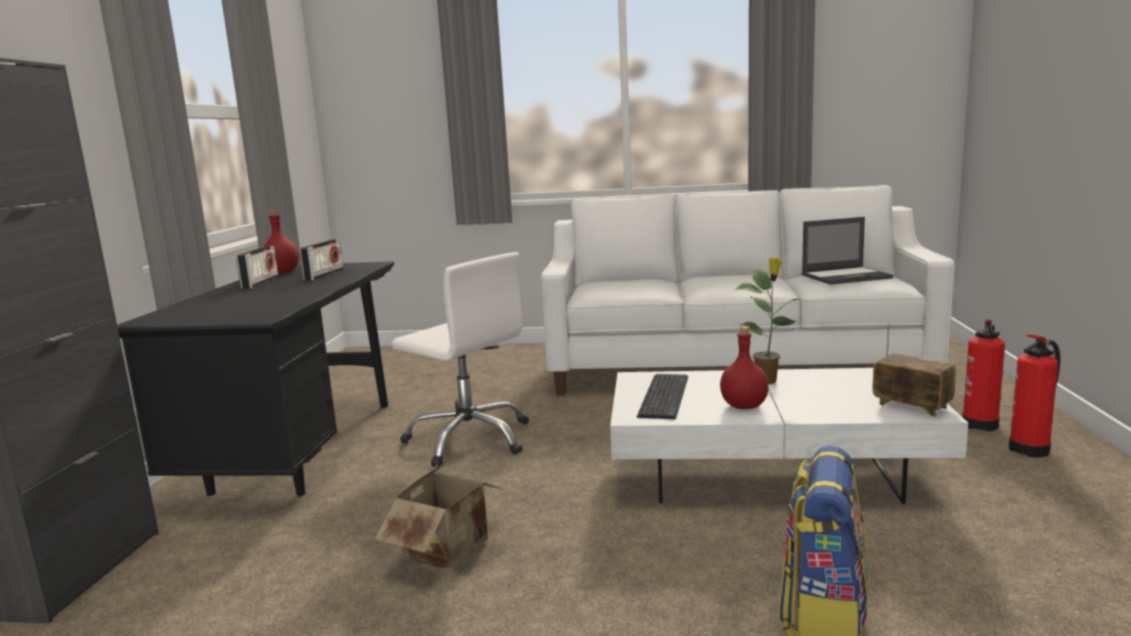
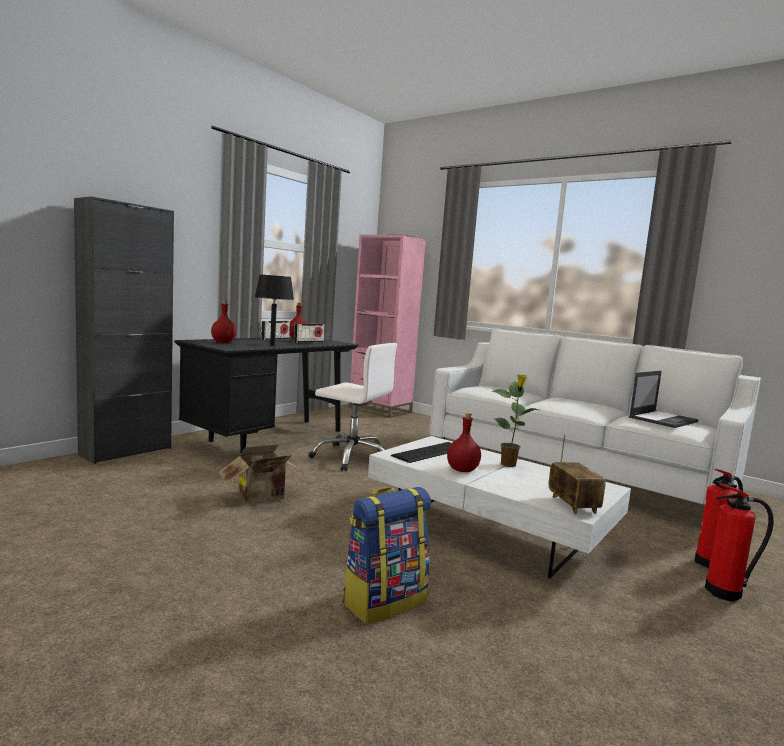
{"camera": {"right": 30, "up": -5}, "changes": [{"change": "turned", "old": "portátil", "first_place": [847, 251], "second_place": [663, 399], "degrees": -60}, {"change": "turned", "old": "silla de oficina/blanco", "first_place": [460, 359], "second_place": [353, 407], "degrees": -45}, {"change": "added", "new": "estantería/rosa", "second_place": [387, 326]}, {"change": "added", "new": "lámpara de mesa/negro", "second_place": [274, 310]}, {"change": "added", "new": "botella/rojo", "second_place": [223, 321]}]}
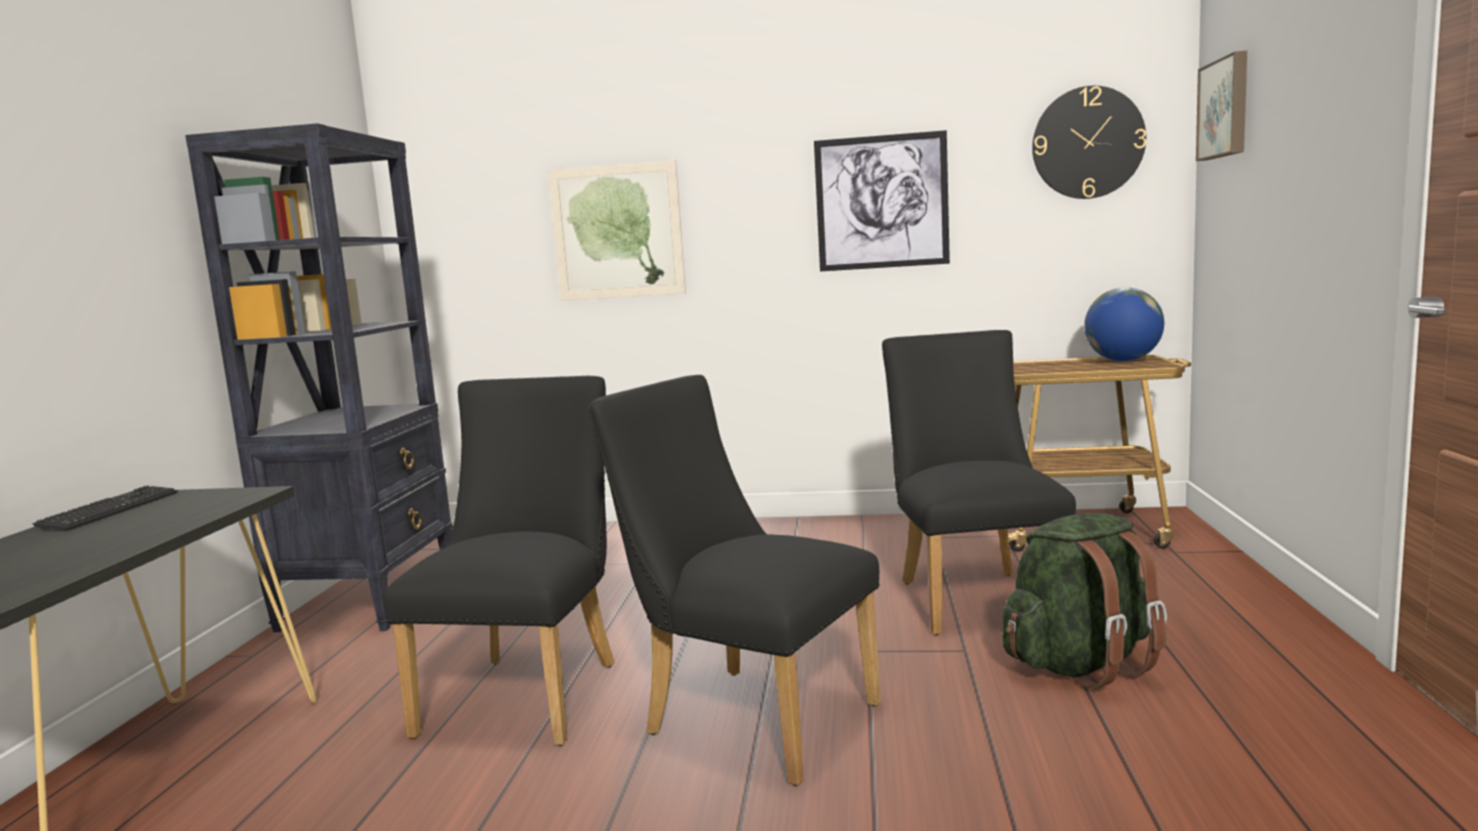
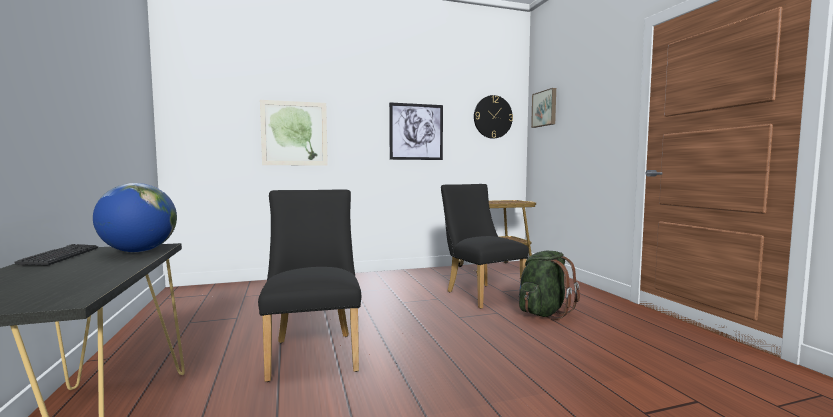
{"camera": {"right": -25, "up": -5}, "changes": [{"change": "removed", "old": "estantería/negro", "first_place": [319, 377]}, {"change": "moved", "old": "globo terráqueo", "first_place": [1124, 324], "second_place": [135, 217]}, {"change": "removed", "old": "silla/negro", "first_place": [734, 580]}]}
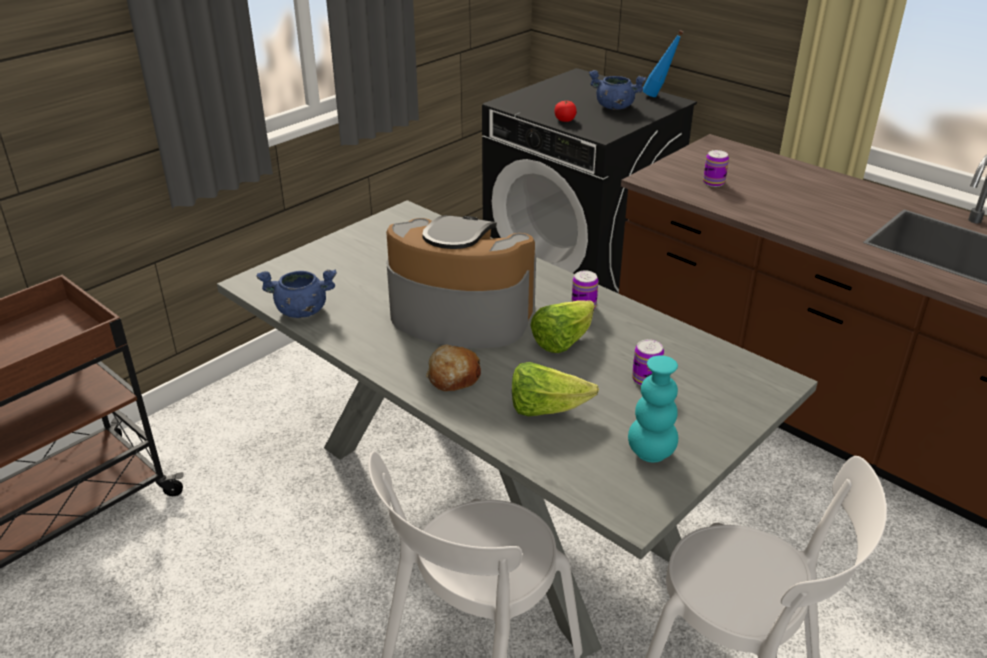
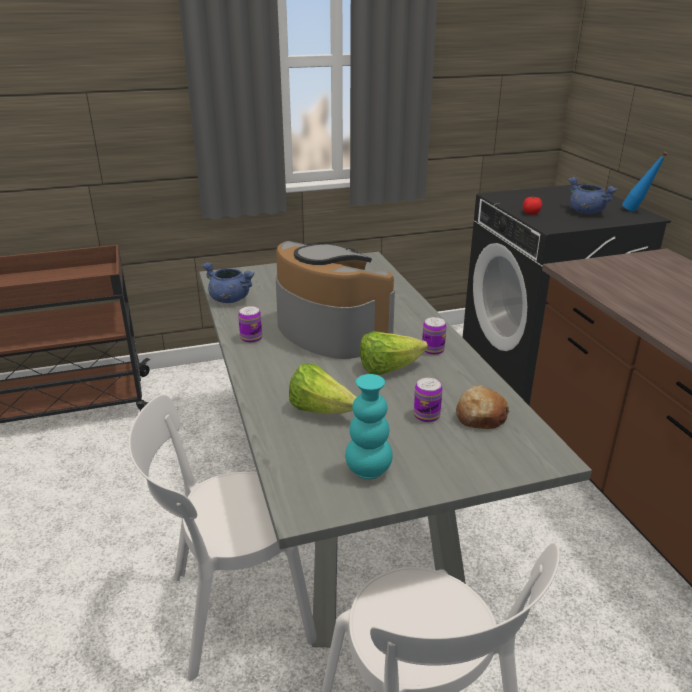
{"camera": {"right": 30, "up": -5}, "changes": [{"change": "moved", "old": "lata", "first_place": [716, 168], "second_place": [250, 324]}, {"change": "moved", "old": "pan", "first_place": [453, 367], "second_place": [483, 407]}]}
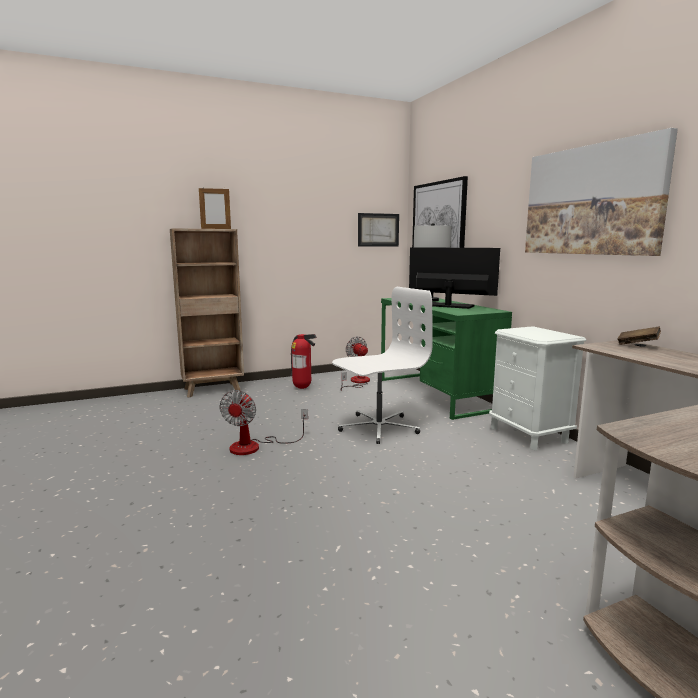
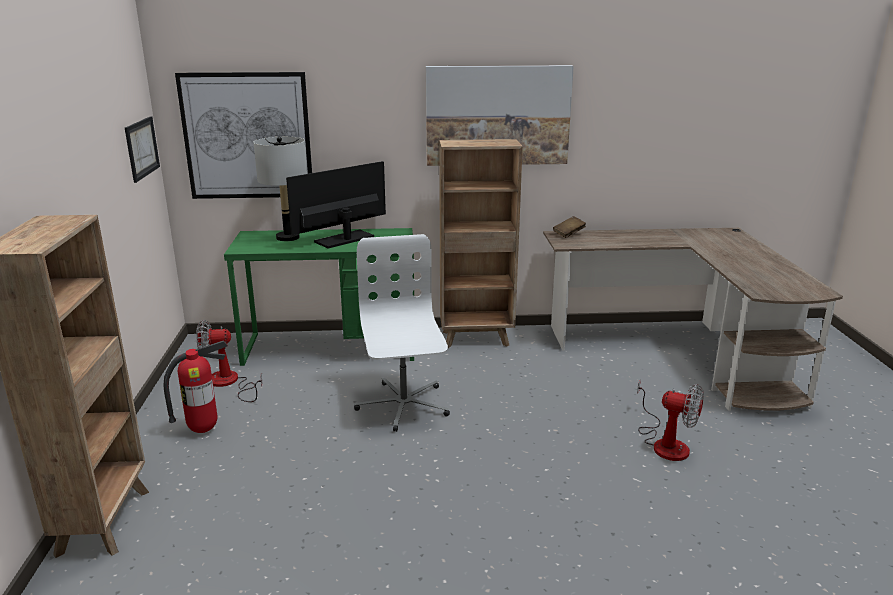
{"camera": {"right": -70, "up": 10}, "changes": [{"change": "removed", "old": "portarretratos", "first_place": [215, 208]}, {"change": "replaced", "old": "mesita de noche/blanco", "new": "estantería/marrón", "first_place": [537, 388], "second_place": [481, 243]}, {"change": "moved", "old": "ventilador", "first_place": [263, 422], "second_place": [670, 420]}]}
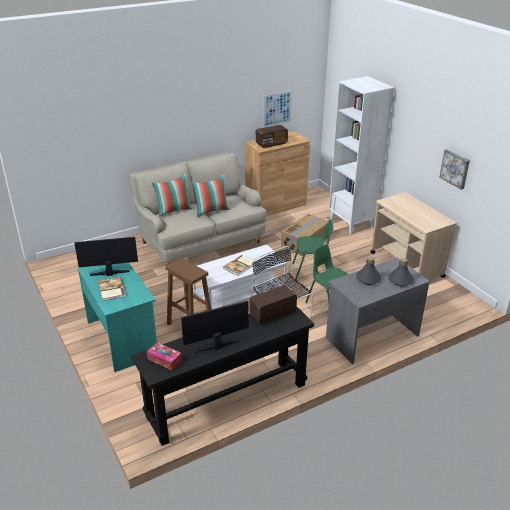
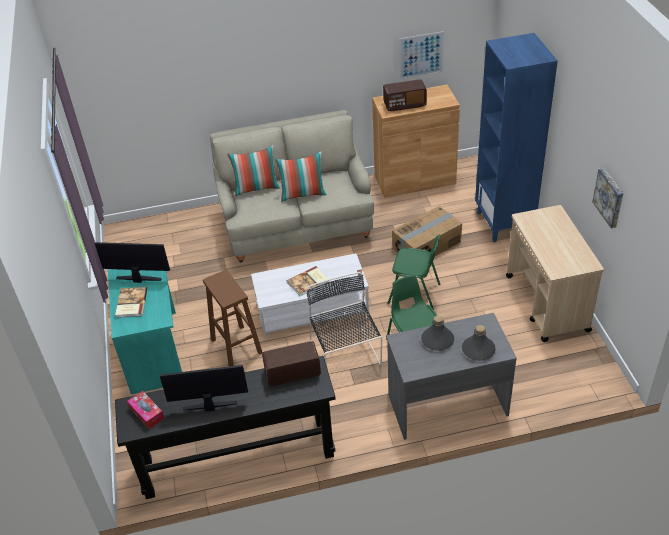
{"camera": {"right": 20, "up": 10}, "changes": [{"change": "recoloured", "old": "estantería/blanco", "new": "estantería/azul", "first_place": [361, 155], "second_place": [516, 137]}]}
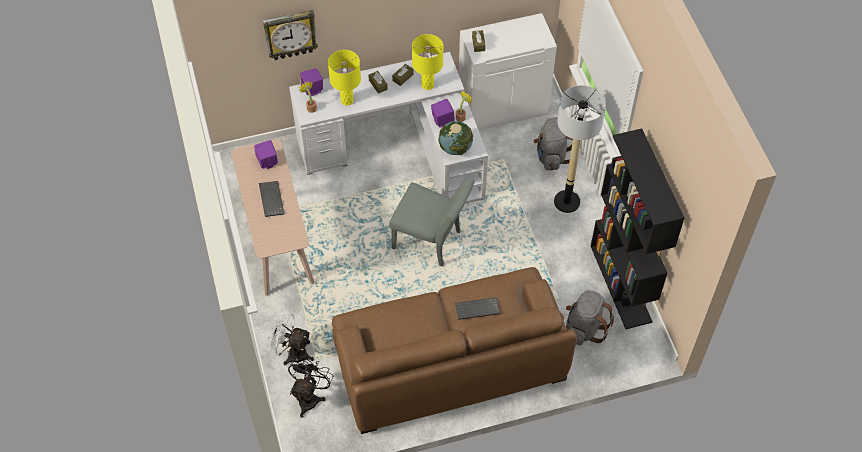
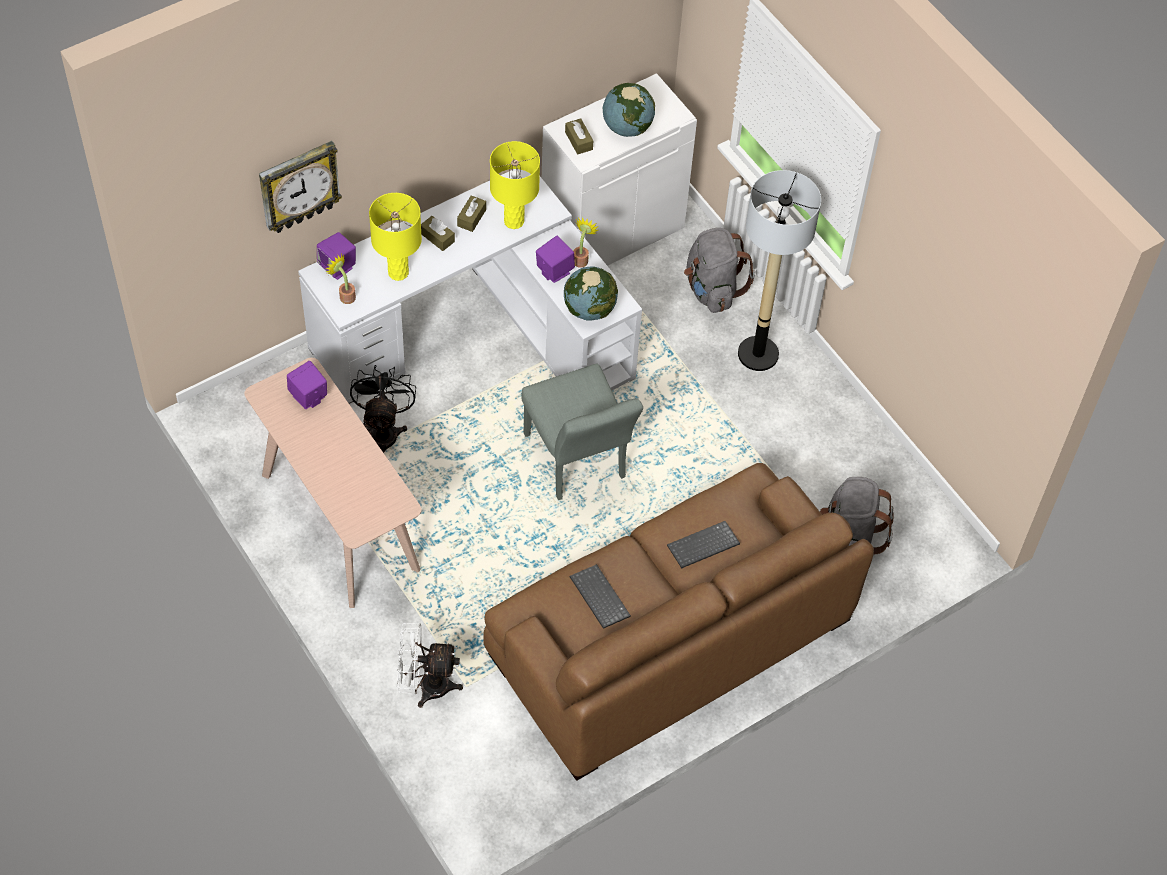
{"camera": {"right": -20, "up": 0}, "changes": [{"change": "removed", "old": "estantería/negro", "first_place": [638, 228]}, {"change": "turned", "old": "silla/gris", "first_place": [432, 222], "second_place": [582, 431], "degrees": 60}, {"change": "moved", "old": "teclado", "first_place": [271, 199], "second_place": [600, 596]}, {"change": "moved", "old": "ventilador/negro", "first_place": [310, 387], "second_place": [383, 409]}, {"change": "added", "new": "globo terráqueo", "second_place": [629, 110]}]}
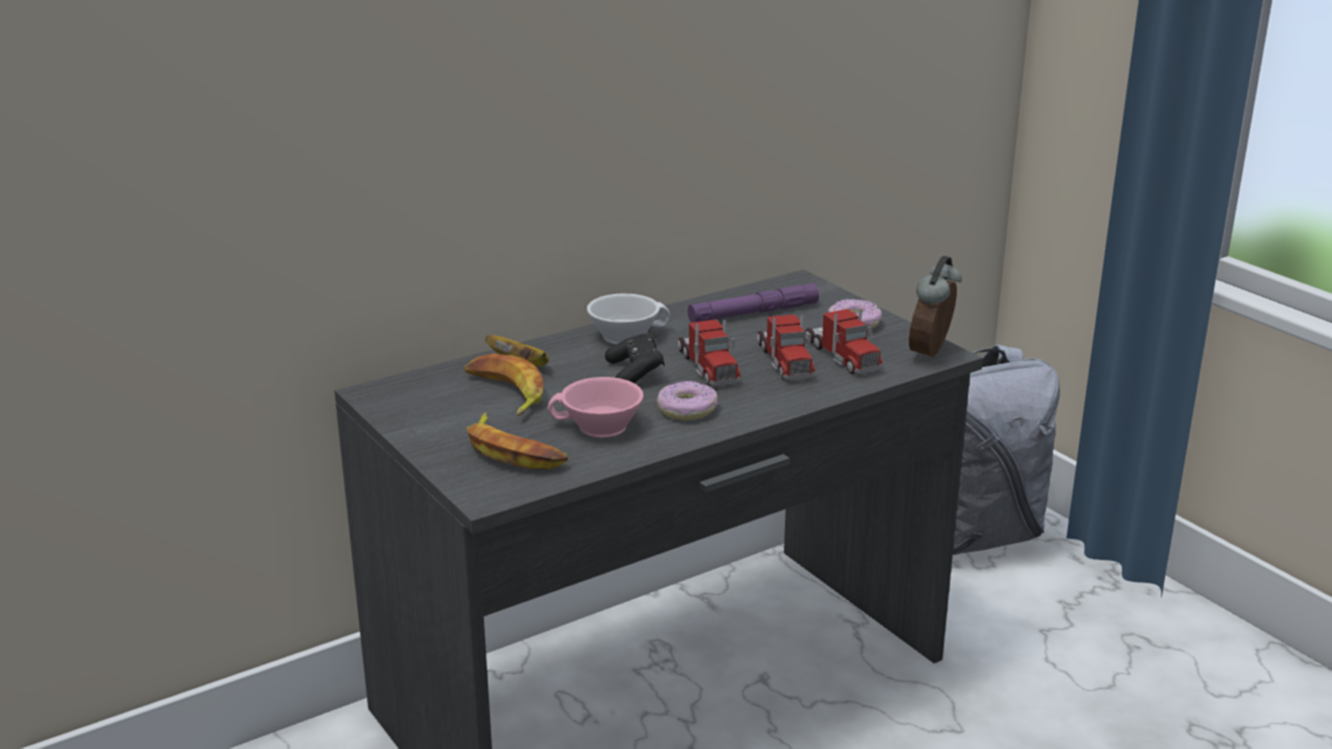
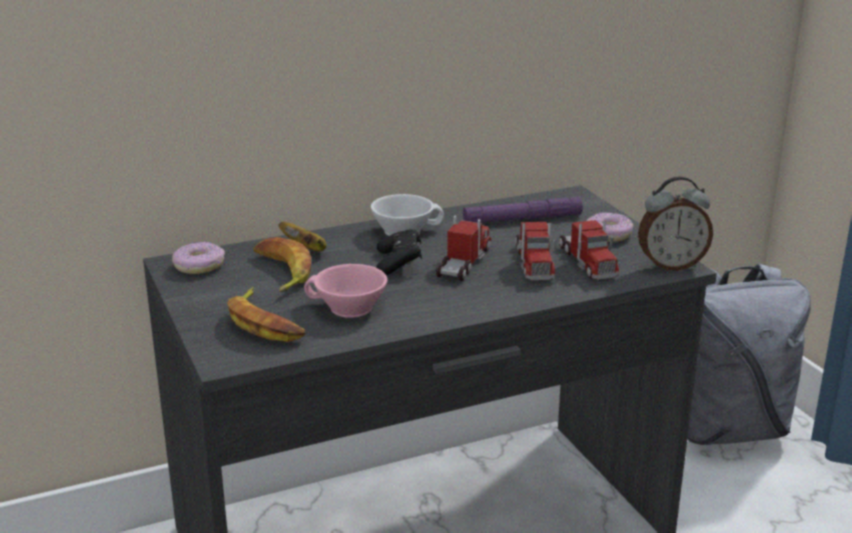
{"camera": {"right": 10, "up": 0}, "changes": [{"change": "turned", "old": "despertador", "first_place": [935, 308], "second_place": [675, 223], "degrees": -135}, {"change": "turned", "old": "camión de juguete", "first_place": [709, 353], "second_place": [463, 248], "degrees": -150}, {"change": "moved", "old": "rosquilla", "first_place": [687, 400], "second_place": [198, 258]}]}
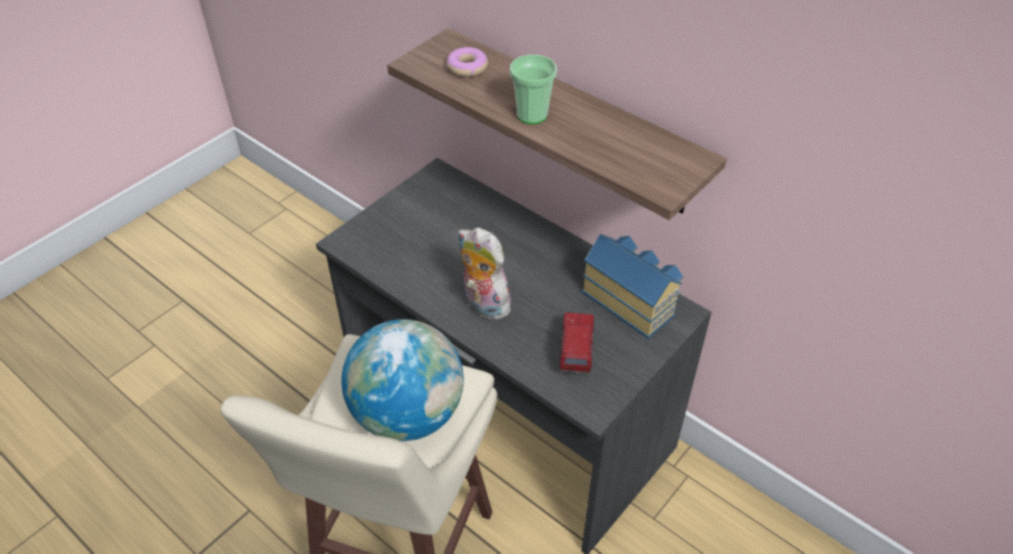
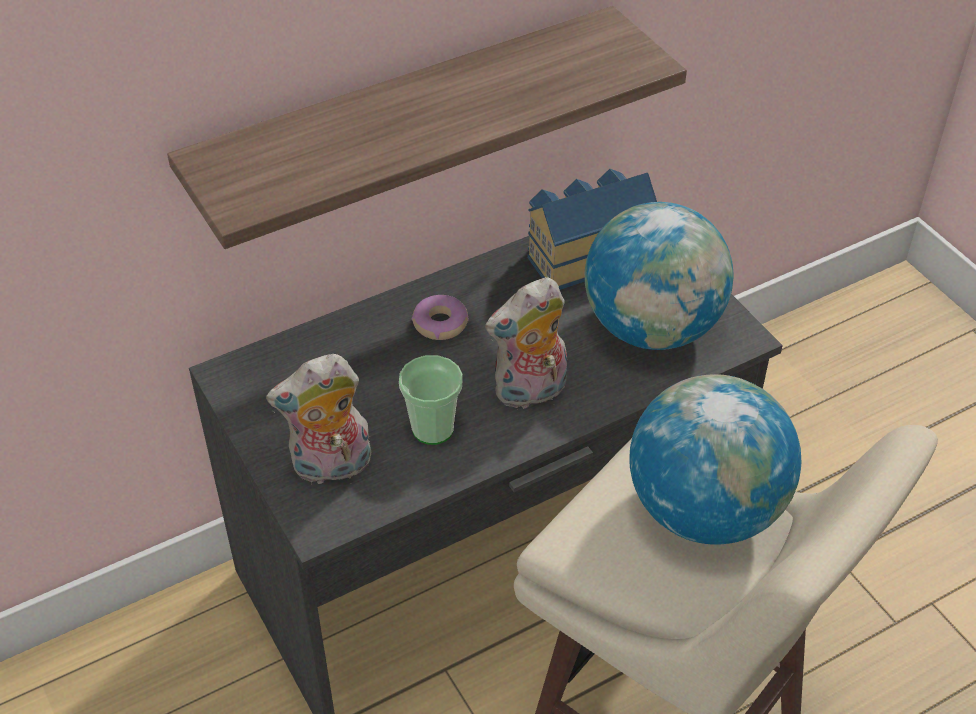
{"camera": {"right": -70, "up": 0}, "changes": [{"change": "moved", "old": "rosquilla", "first_place": [467, 62], "second_place": [440, 317]}, {"change": "moved", "old": "taza", "first_place": [533, 89], "second_place": [431, 400]}, {"change": "replaced", "old": "camión de juguete", "new": "globo terráqueo", "first_place": [577, 343], "second_place": [659, 276]}, {"change": "added", "new": "peluche", "second_place": [318, 419]}]}
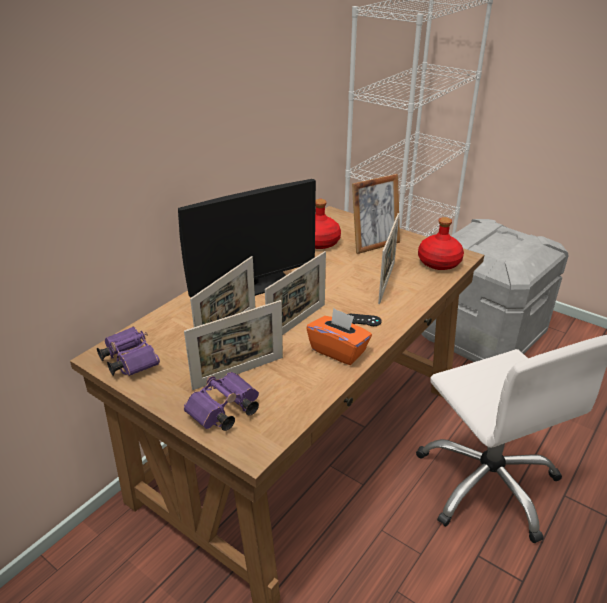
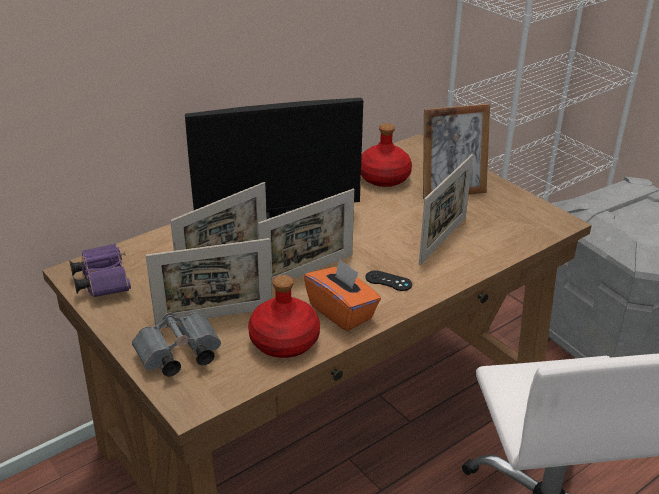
{"camera": {"right": 15, "up": 0}, "changes": [{"change": "moved", "old": "botella/rojo", "first_place": [441, 243], "second_place": [284, 316]}, {"change": "recoloured", "old": "prismáticos/morado", "new": "prismáticos/gris", "first_place": [221, 401], "second_place": [176, 344]}]}
